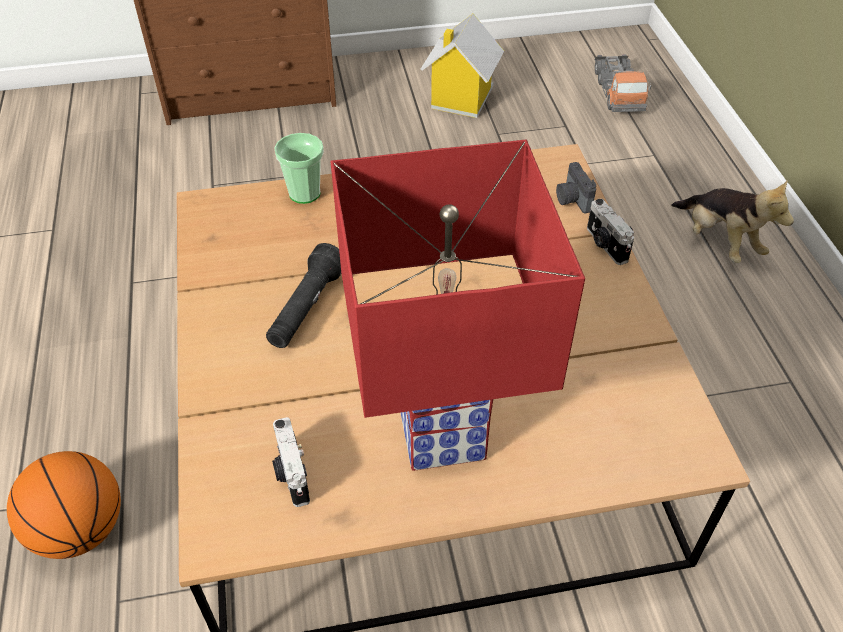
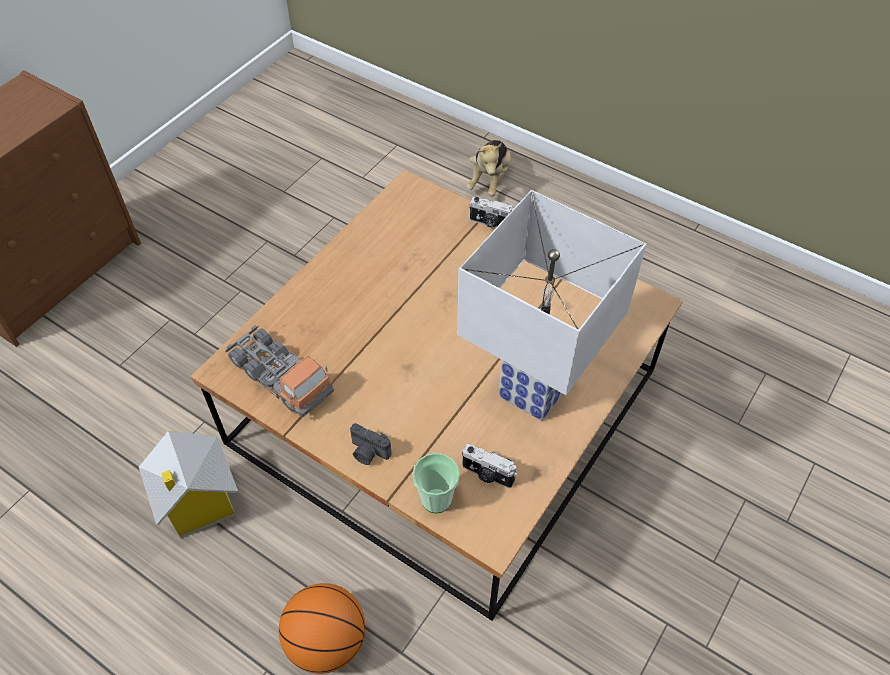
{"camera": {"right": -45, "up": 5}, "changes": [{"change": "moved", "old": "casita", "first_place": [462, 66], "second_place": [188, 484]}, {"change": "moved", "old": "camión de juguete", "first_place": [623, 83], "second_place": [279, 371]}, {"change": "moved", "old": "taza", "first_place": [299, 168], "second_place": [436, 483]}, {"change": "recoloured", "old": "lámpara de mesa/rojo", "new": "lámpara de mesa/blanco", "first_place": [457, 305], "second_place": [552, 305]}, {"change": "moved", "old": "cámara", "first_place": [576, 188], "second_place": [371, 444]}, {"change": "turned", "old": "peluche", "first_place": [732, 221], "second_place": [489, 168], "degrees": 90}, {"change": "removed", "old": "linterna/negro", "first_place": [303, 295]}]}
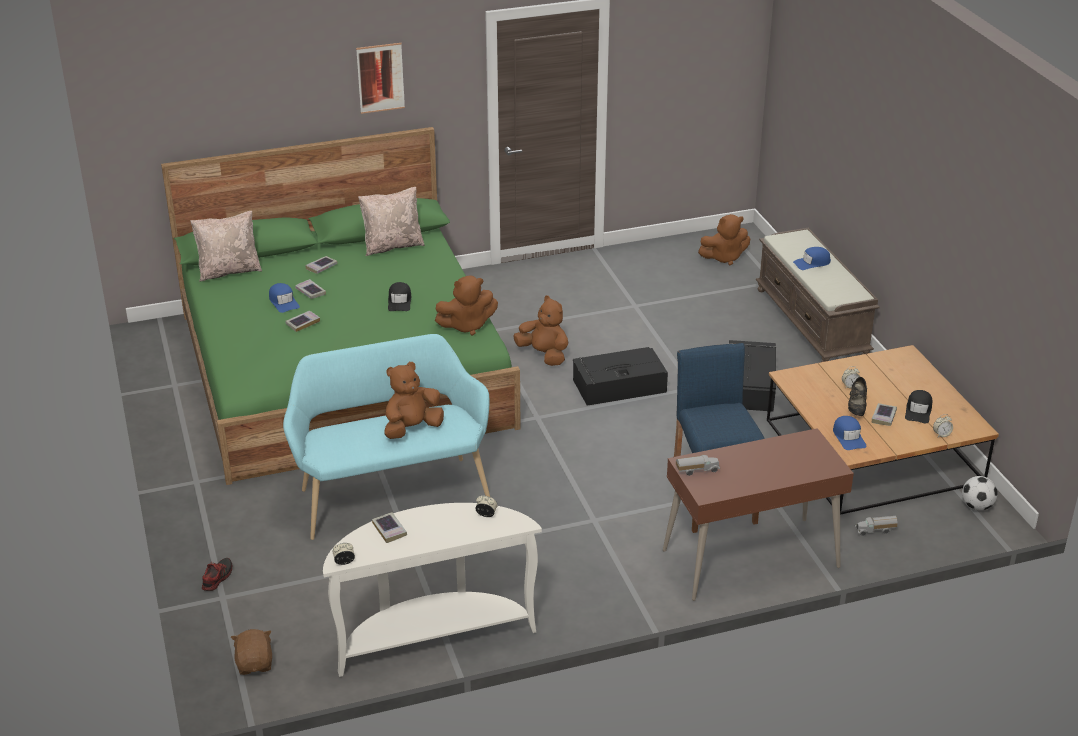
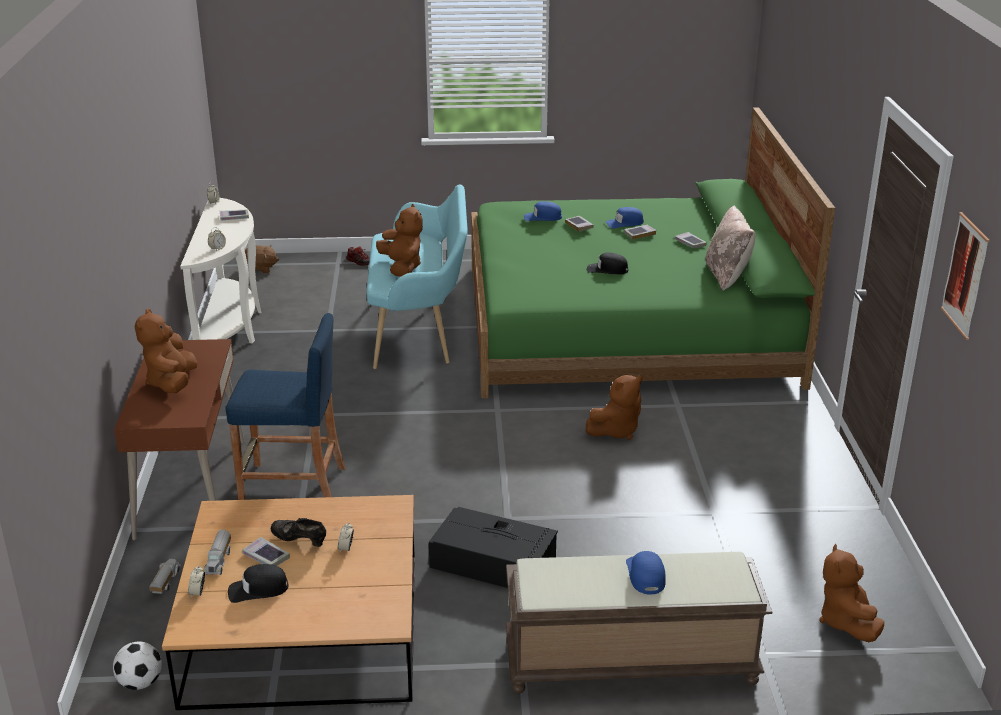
{"camera": {"right": 105, "up": -5}, "changes": [{"change": "moved", "old": "cuadro", "first_place": [380, 78], "second_place": [965, 276]}, {"change": "removed", "old": "cojín/beis", "first_place": [226, 246]}, {"change": "moved", "old": "peluche/marrón", "first_place": [466, 305], "second_place": [166, 350]}, {"change": "removed", "old": "caja de almacenaje/negro", "first_place": [620, 376]}, {"change": "turned", "old": "gorra/negro", "first_place": [918, 406], "second_place": [258, 583], "degrees": -45}, {"change": "moved", "old": "gorra/azul", "first_place": [849, 433], "second_place": [543, 211]}, {"change": "moved", "old": "camión de juguete", "first_place": [698, 465], "second_place": [217, 552]}]}
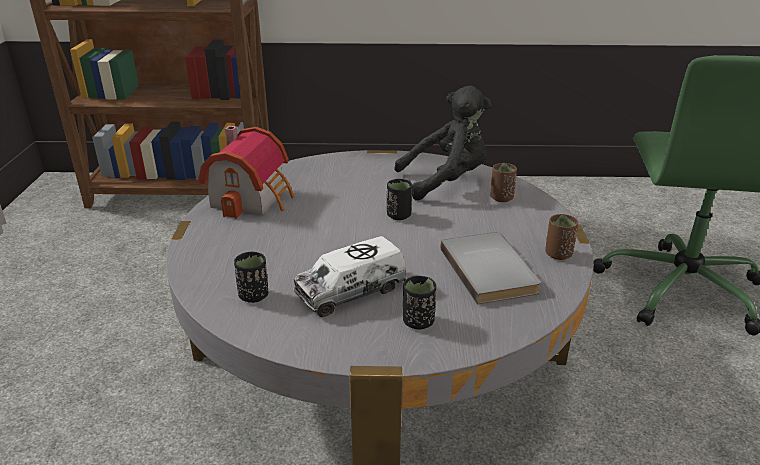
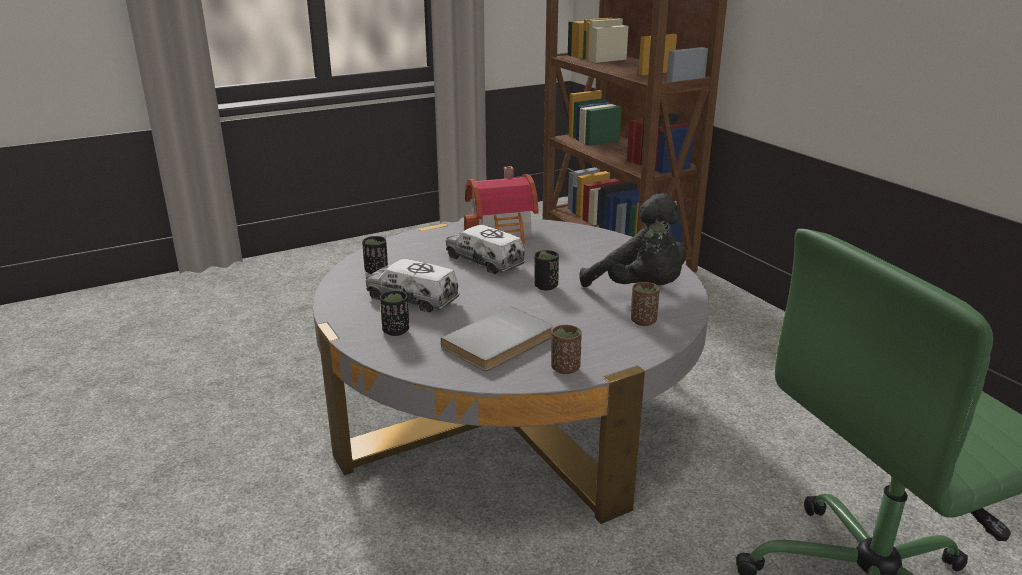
{"camera": {"right": 60, "up": -5}, "changes": [{"change": "added", "new": "camión de juguete", "second_place": [485, 249]}]}
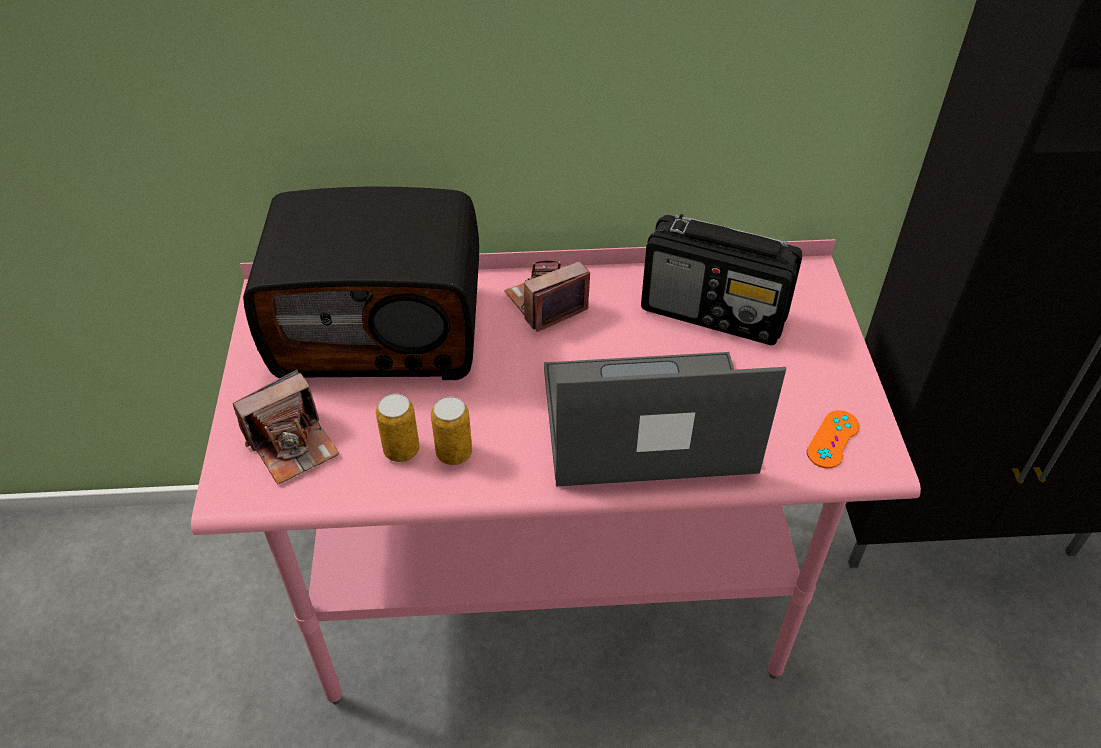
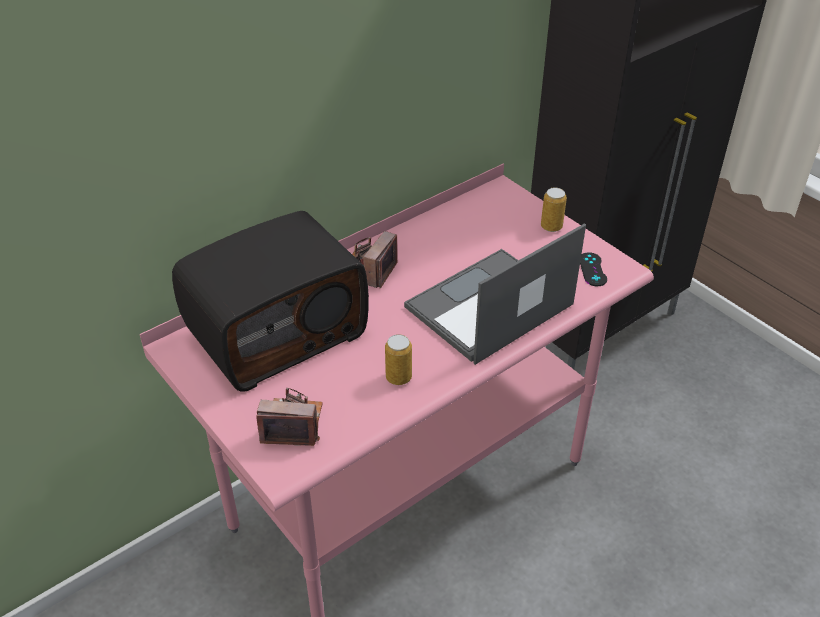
{"camera": {"right": -35, "up": -5}, "changes": [{"change": "removed", "old": "radio", "first_place": [721, 279]}, {"change": "turned", "old": "cámara", "first_place": [285, 427], "second_place": [289, 417], "degrees": -105}, {"change": "moved", "old": "lata", "first_place": [398, 428], "second_place": [554, 210]}, {"change": "recoloured", "old": "mando de consola/naranja", "new": "mando de consola/negro", "first_place": [833, 439], "second_place": [593, 269]}]}
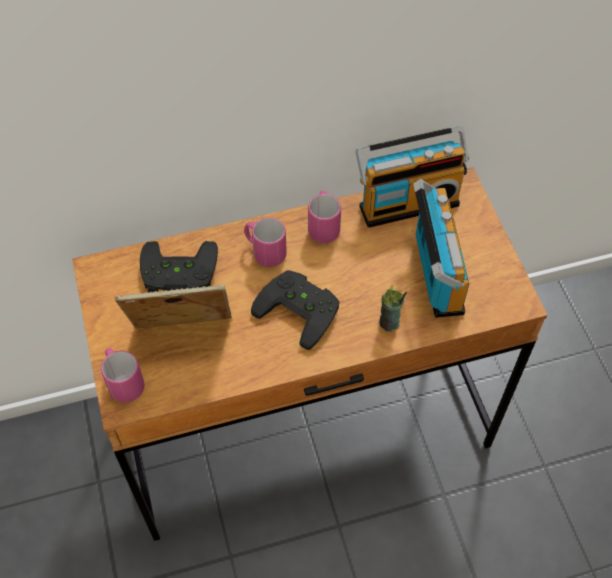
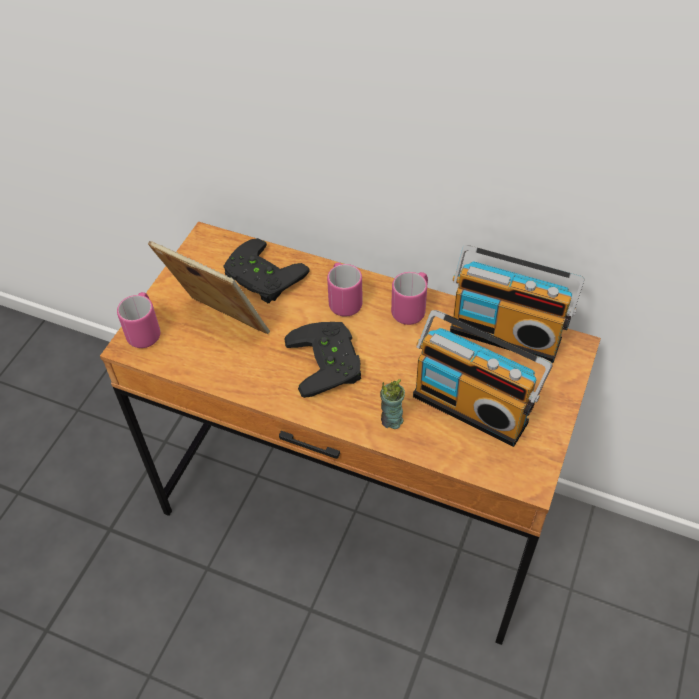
{"camera": {"right": 40, "up": -5}, "changes": [{"change": "turned", "old": "radio", "first_place": [441, 248], "second_place": [483, 378], "degrees": 90}]}
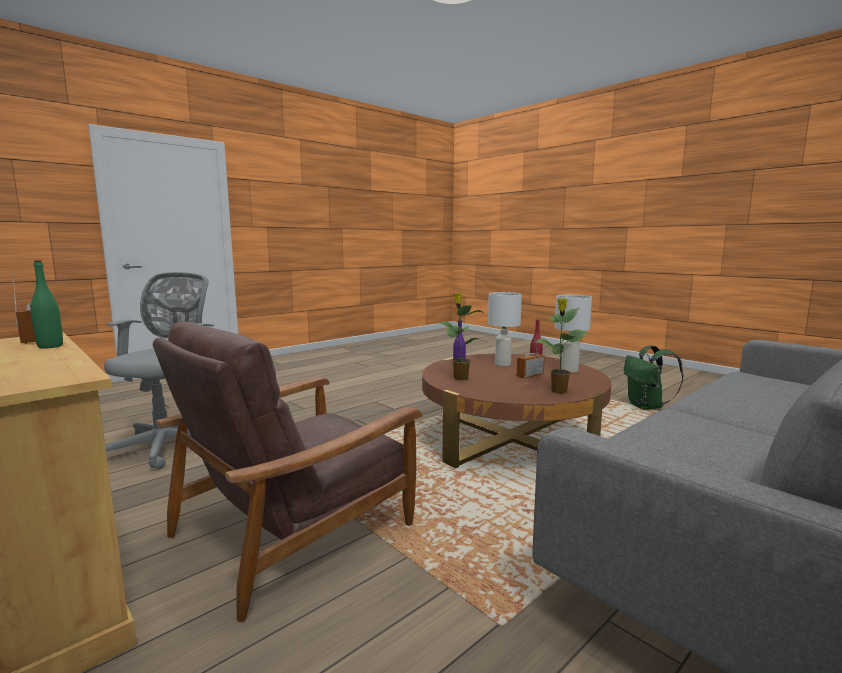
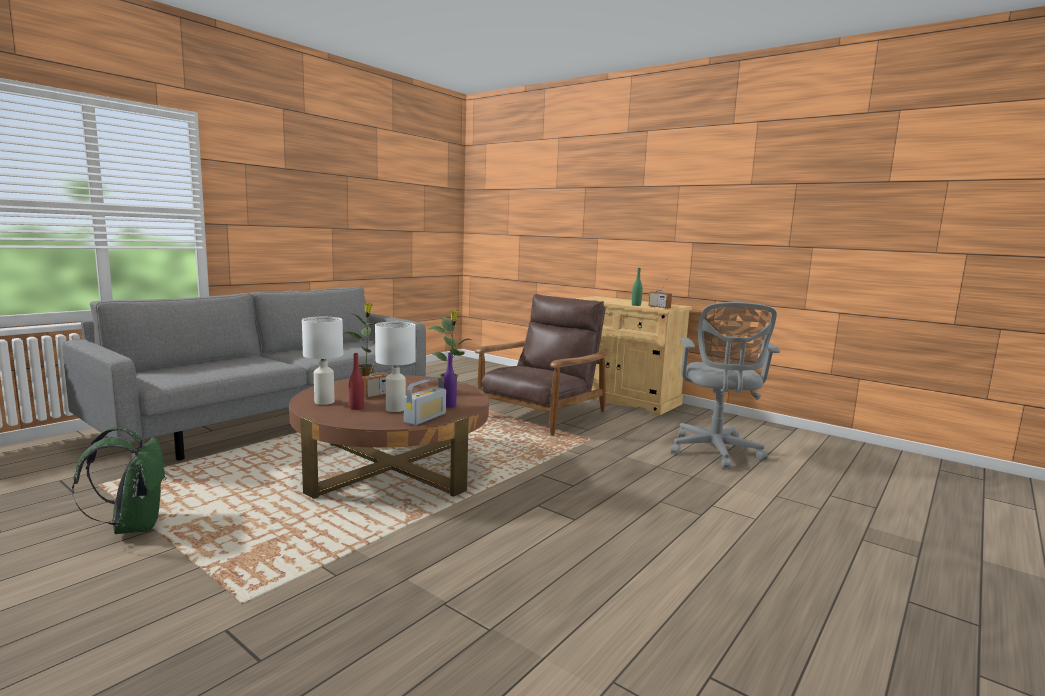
{"camera": {"right": 170, "up": 0}, "changes": [{"change": "added", "new": "radio", "second_place": [425, 401]}]}
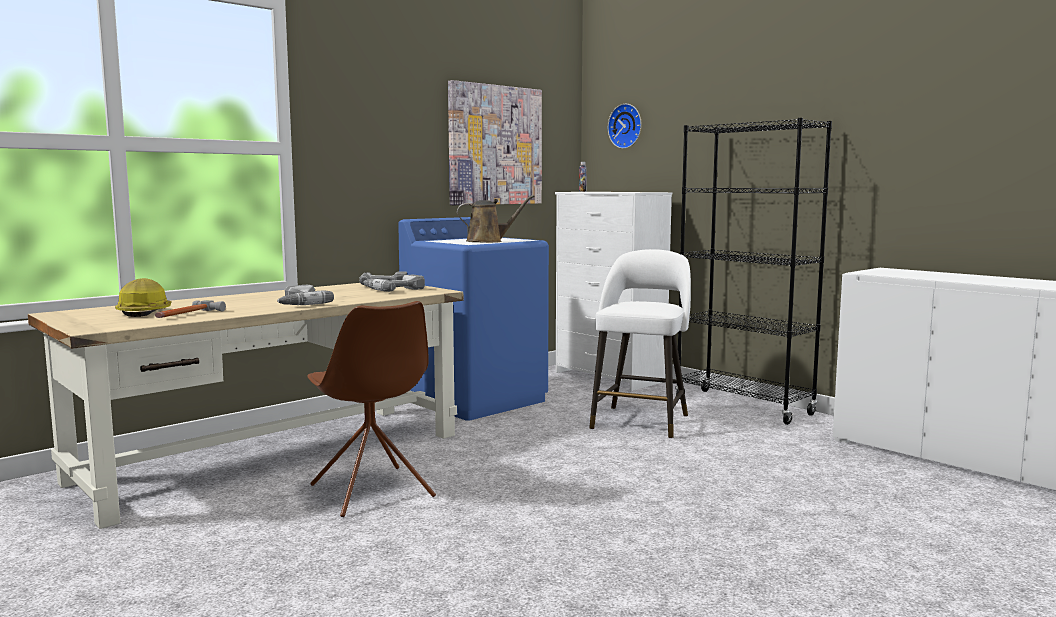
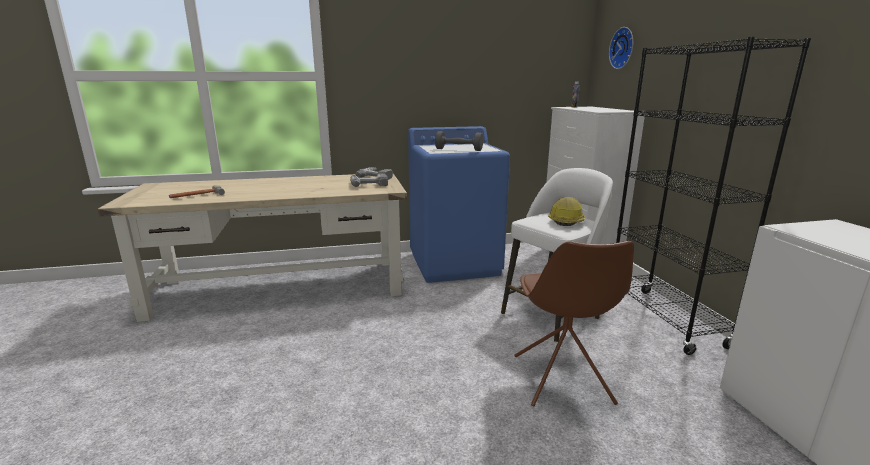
{"camera": {"right": 30, "up": 10}, "changes": [{"change": "removed", "old": "cuadro", "first_place": [495, 142]}, {"change": "replaced", "old": "regadera/marrón", "new": "mancuerna/gris", "first_place": [495, 219], "second_place": [459, 141]}, {"change": "moved", "old": "casco", "first_place": [143, 297], "second_place": [566, 211]}, {"change": "removed", "old": "taladro", "first_place": [305, 295]}, {"change": "moved", "old": "silla/marrón", "first_place": [371, 409], "second_place": [574, 324]}]}
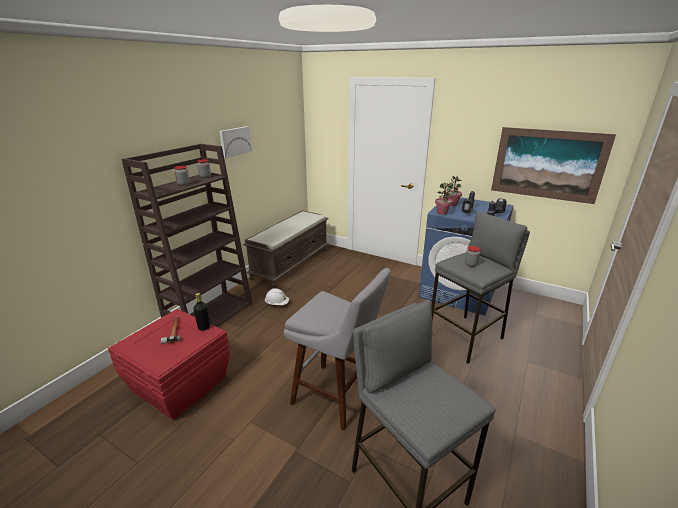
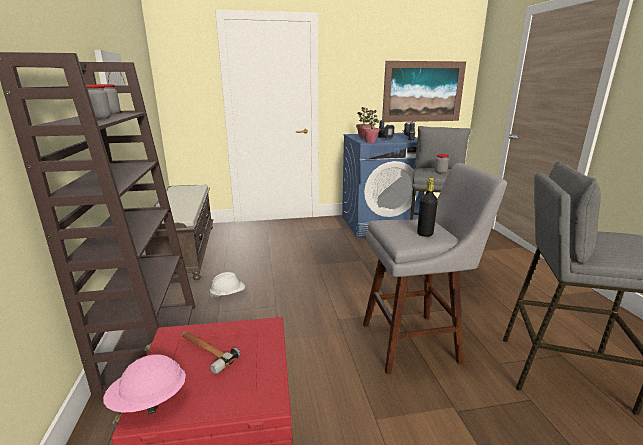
{"camera": {"right": -40, "up": -5}, "changes": [{"change": "moved", "old": "botella/negro", "first_place": [201, 312], "second_place": [427, 207]}, {"change": "added", "new": "casco/rosa", "second_place": [144, 384]}]}
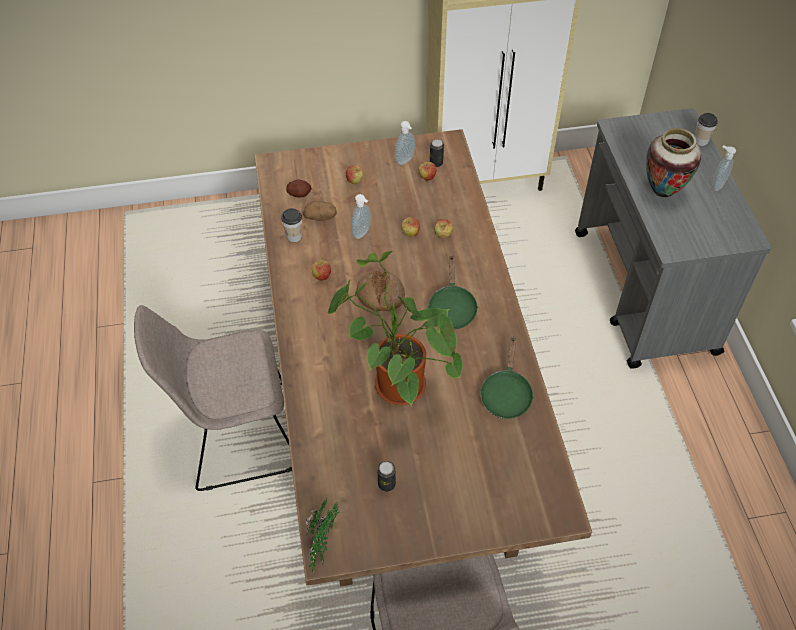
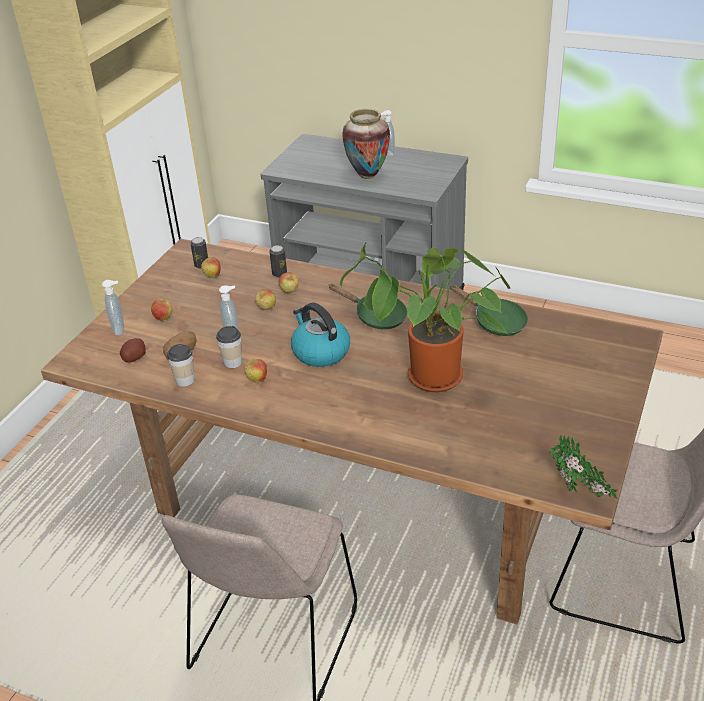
{"camera": {"right": -55, "up": -15}, "changes": [{"change": "moved", "old": "taza", "first_place": [706, 129], "second_place": [229, 347]}, {"change": "moved", "old": "dispensador de jabón", "first_place": [405, 143], "second_place": [113, 308]}, {"change": "replaced", "old": "pan", "new": "hervidor", "first_place": [380, 291], "second_place": [320, 335]}, {"change": "moved", "old": "lata", "first_place": [386, 476], "second_place": [278, 261]}]}
